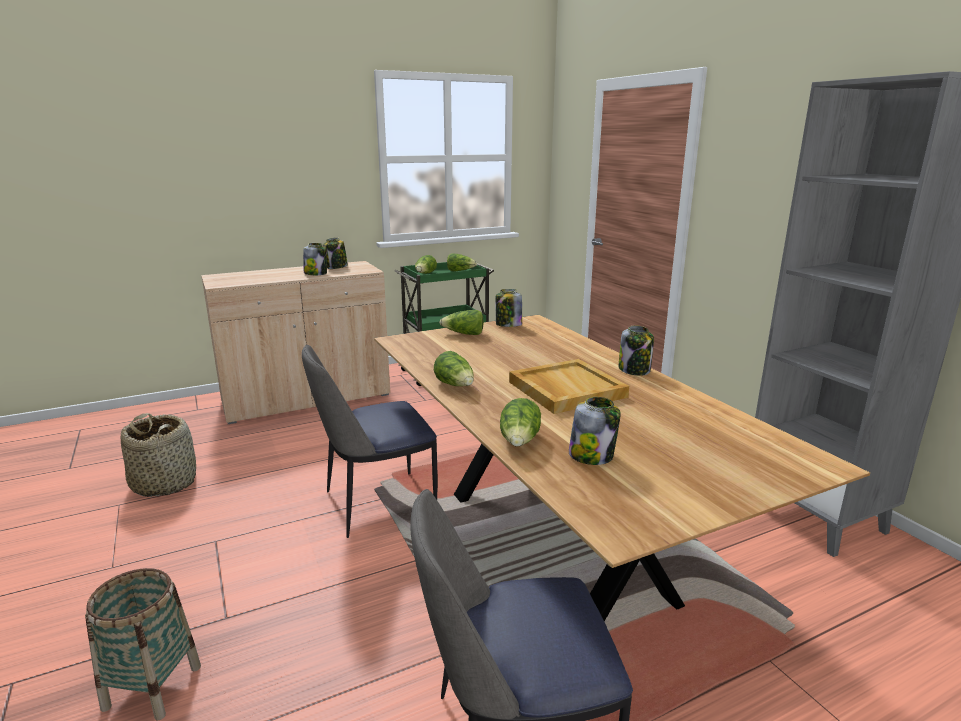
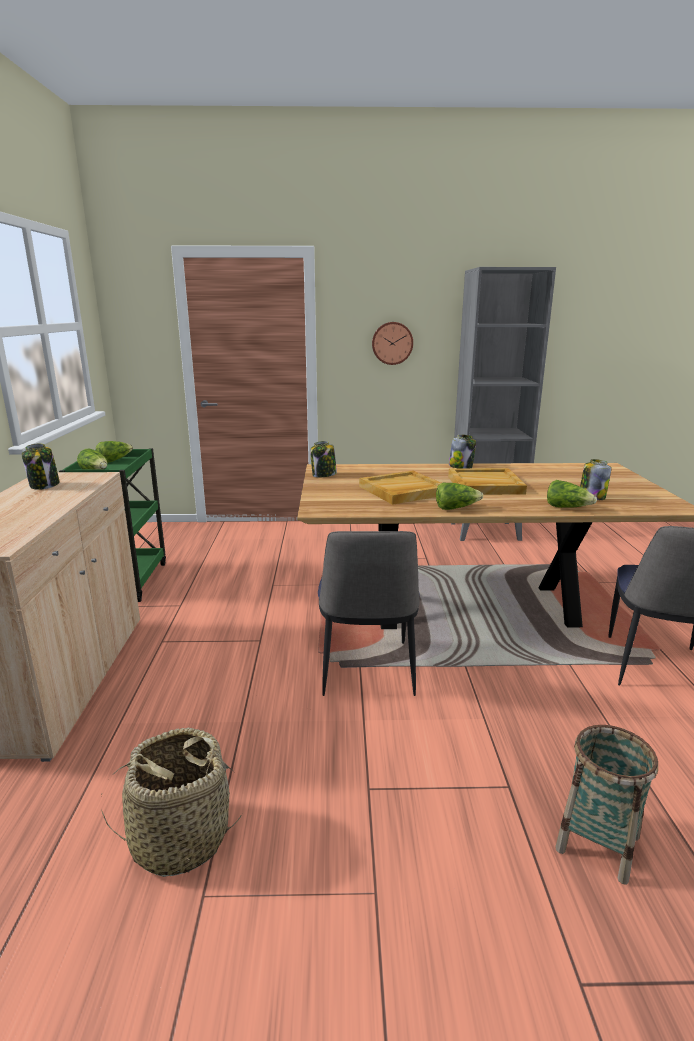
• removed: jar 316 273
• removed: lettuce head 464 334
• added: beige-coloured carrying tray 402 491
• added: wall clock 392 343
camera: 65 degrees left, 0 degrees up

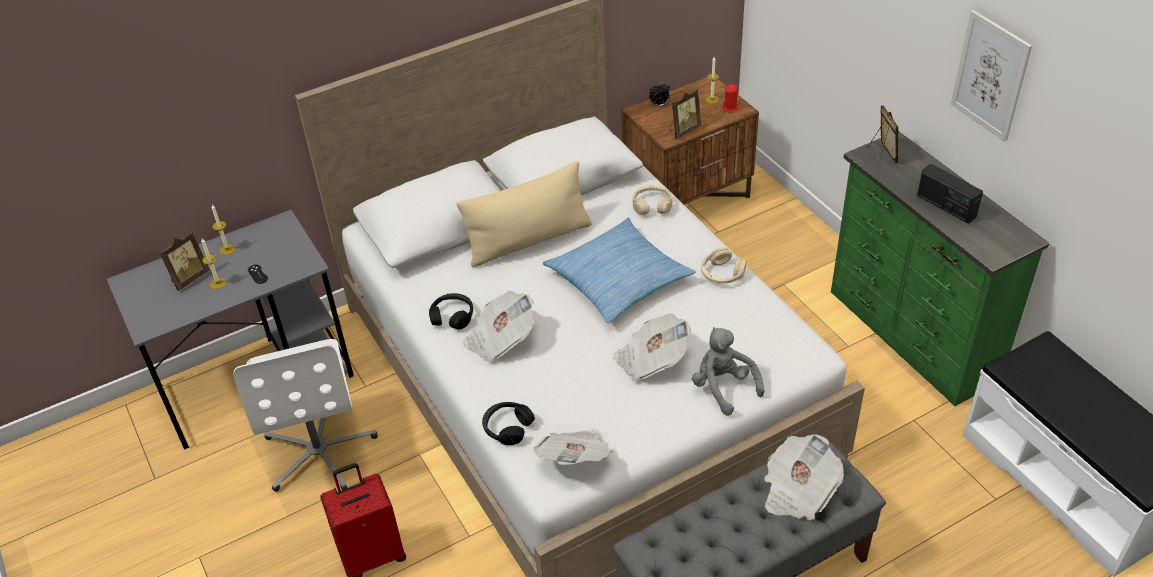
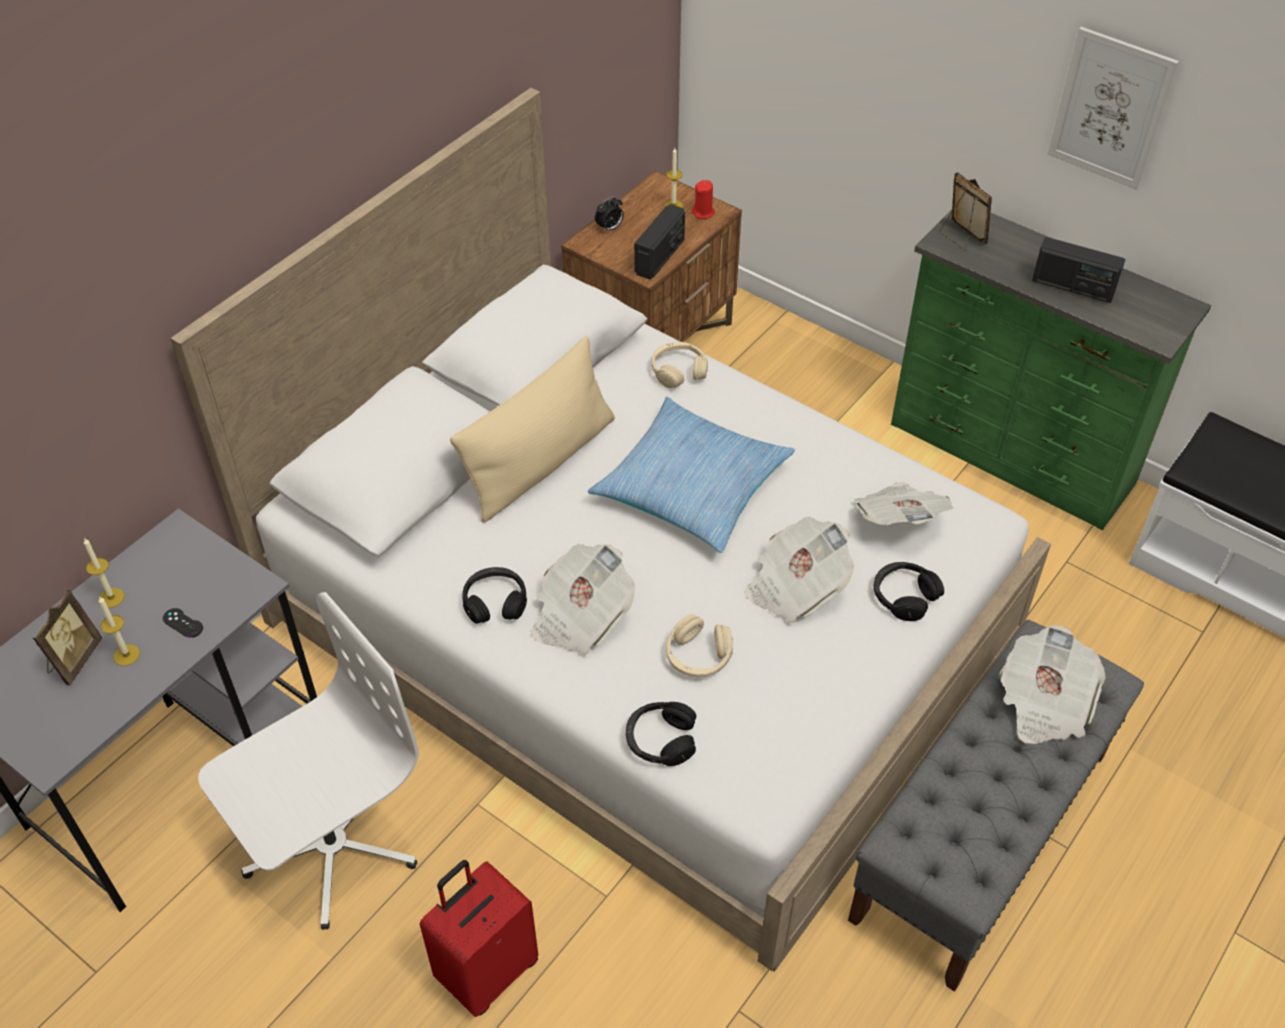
• moved: printed paper 575 459 to 899 520
• moved: beige-coloured pair of headphones 722 274 to 698 656
• replaced: photo frame 683 130 to radio receiver 660 257
• replaced: grey plush toy 723 387 to black-coloured pair of headphones 904 596
• turned: white office chair 319 451 = 331 846 90 degrees counterclockwise
camera: 25 degrees left, 5 degrees up

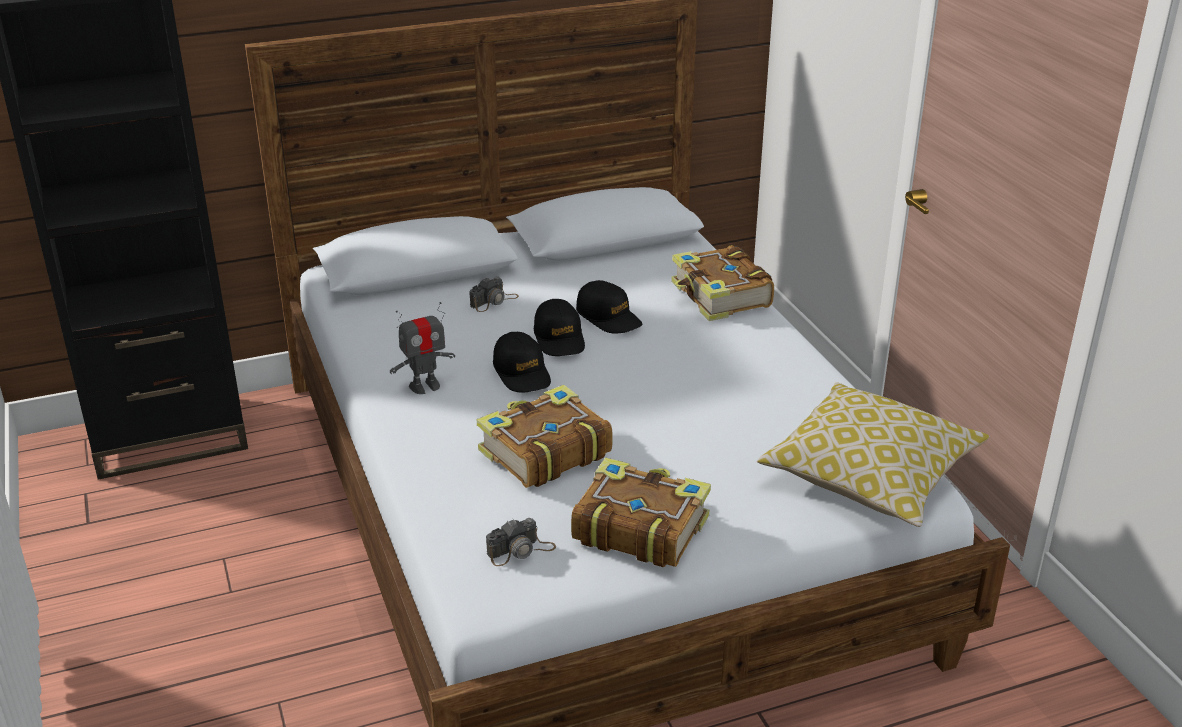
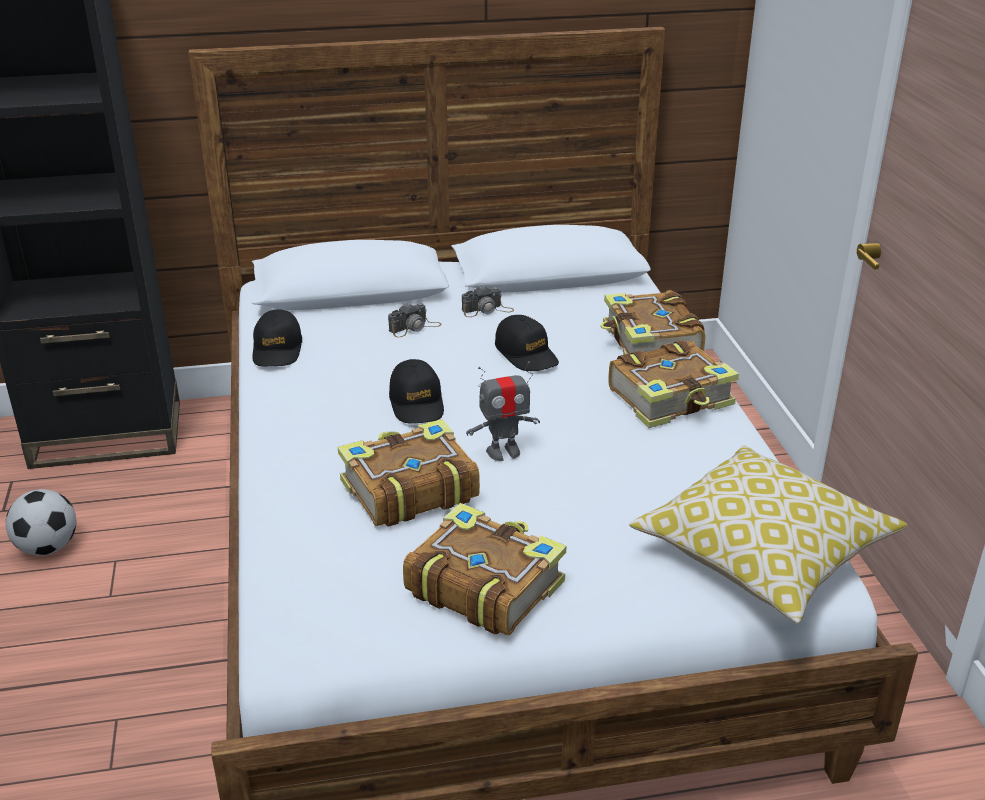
• added: football 48 547
• added: volume 672 398
• moved: toy robot 425 386 to 503 452
• moved: still camera 521 550 to 487 310
• moved: black-coloured cap 559 338 to 277 349
camera: 10 degrees right, 0 degrees up

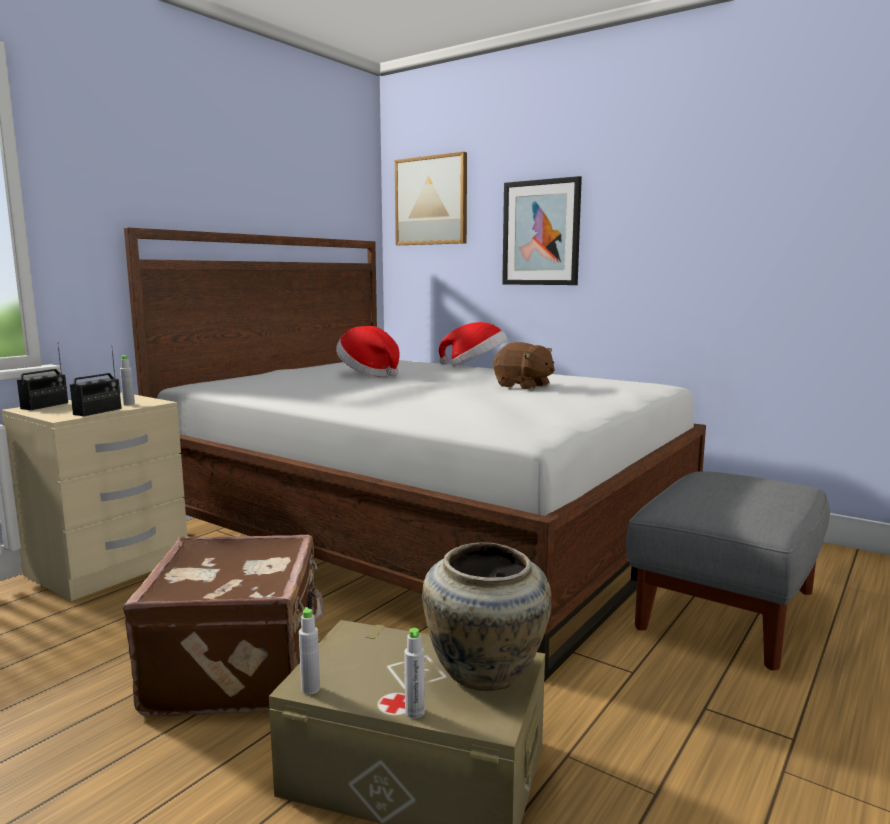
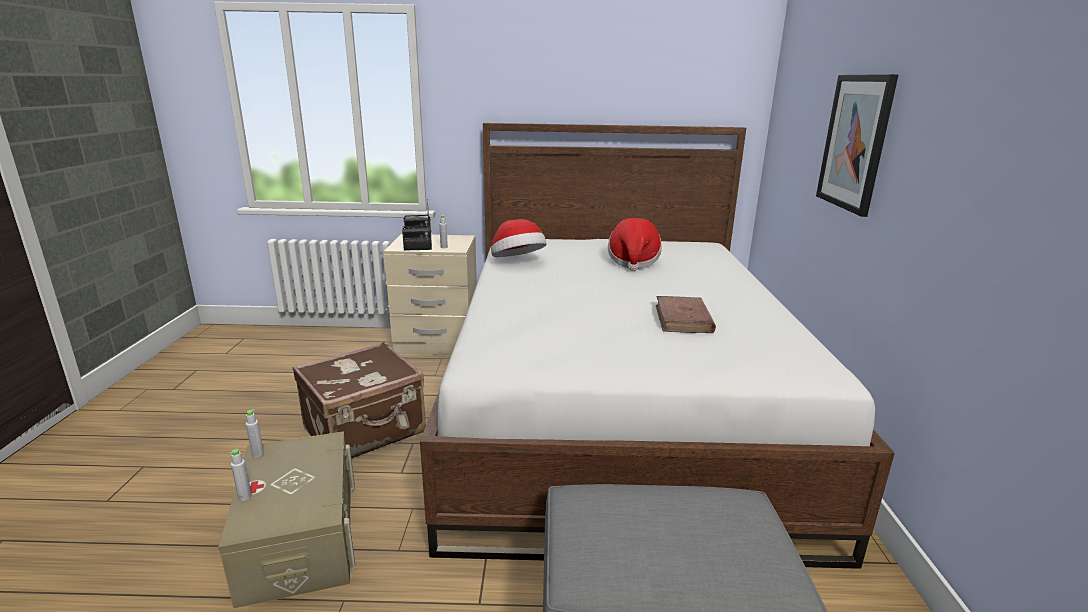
• removed: wall picture 431 201
• removed: beige-coloured flower vase 484 673
• moved: wearable hat 475 366 to 517 262
• replaced: brown plush toy 523 386 to brown volume 683 319
camera: 55 degrees right, 10 degrees up

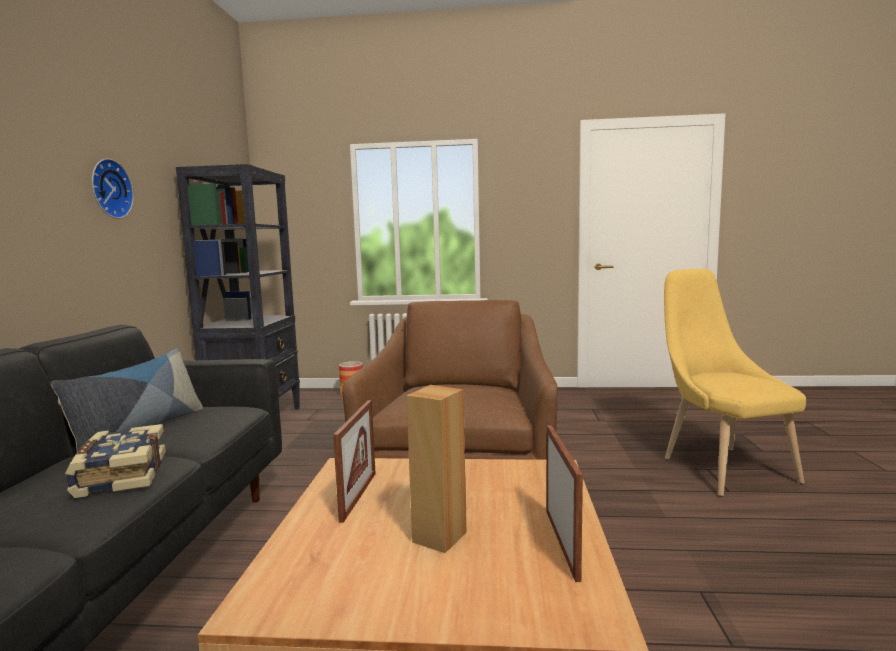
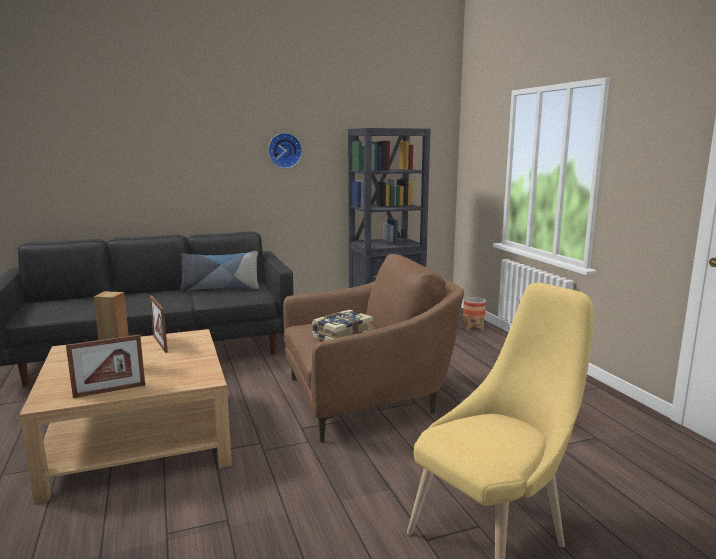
• moved: volume 119 475 to 341 335
• turned: photo frame 358 496 = 160 344 75 degrees clockwise
camera: 65 degrees right, 5 degrees up

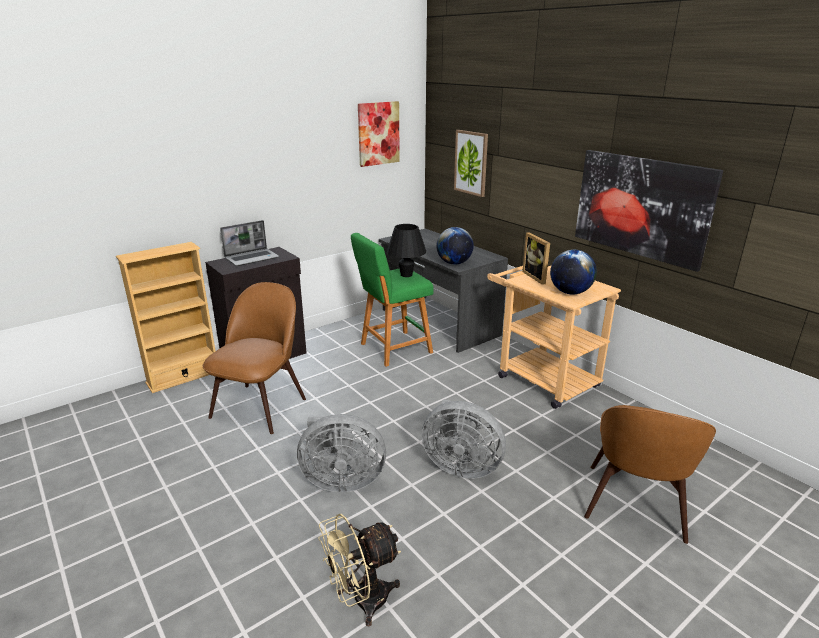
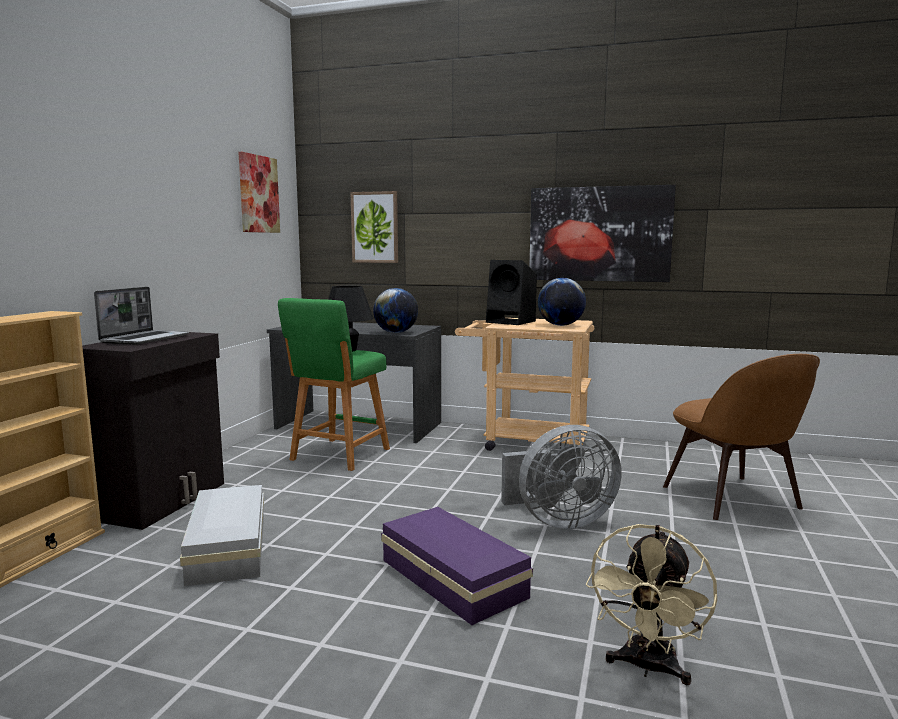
• replaced: brown chair 261 405 to white storage container 230 546
• replaced: grey fan 341 480 to purple-coloured storage container 452 576
• replaced: photo frame 537 277 to black-coloured loudspeaker 512 322
camera: 35 degrees left, 15 degrees down

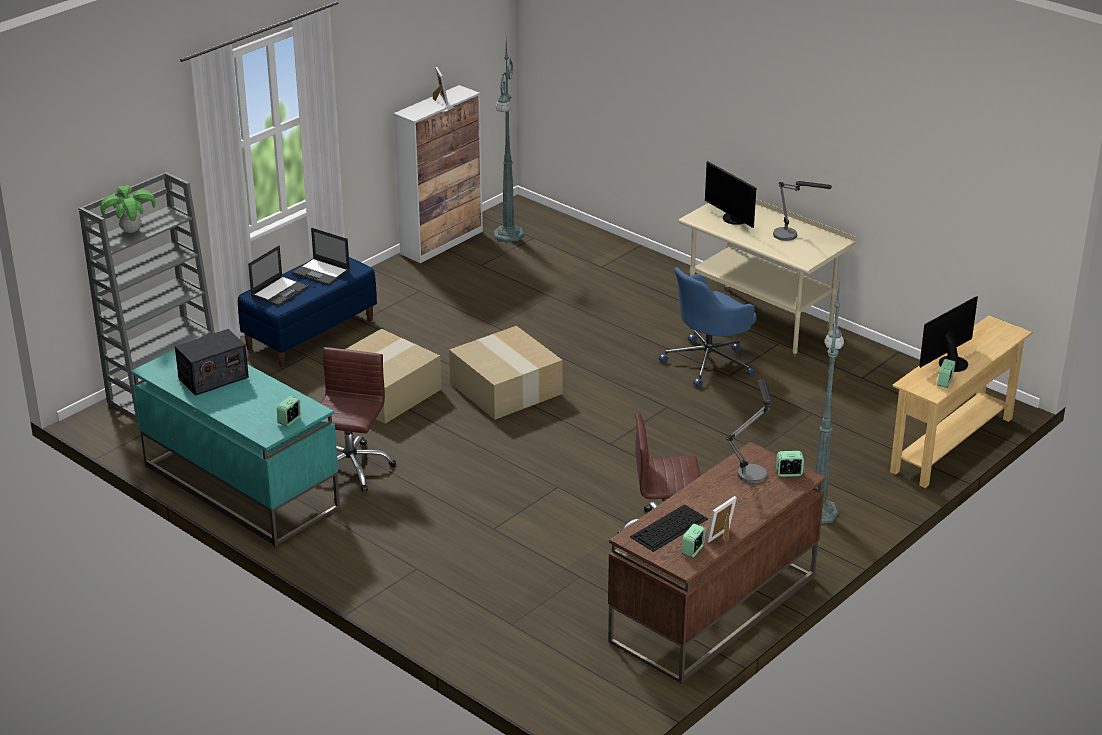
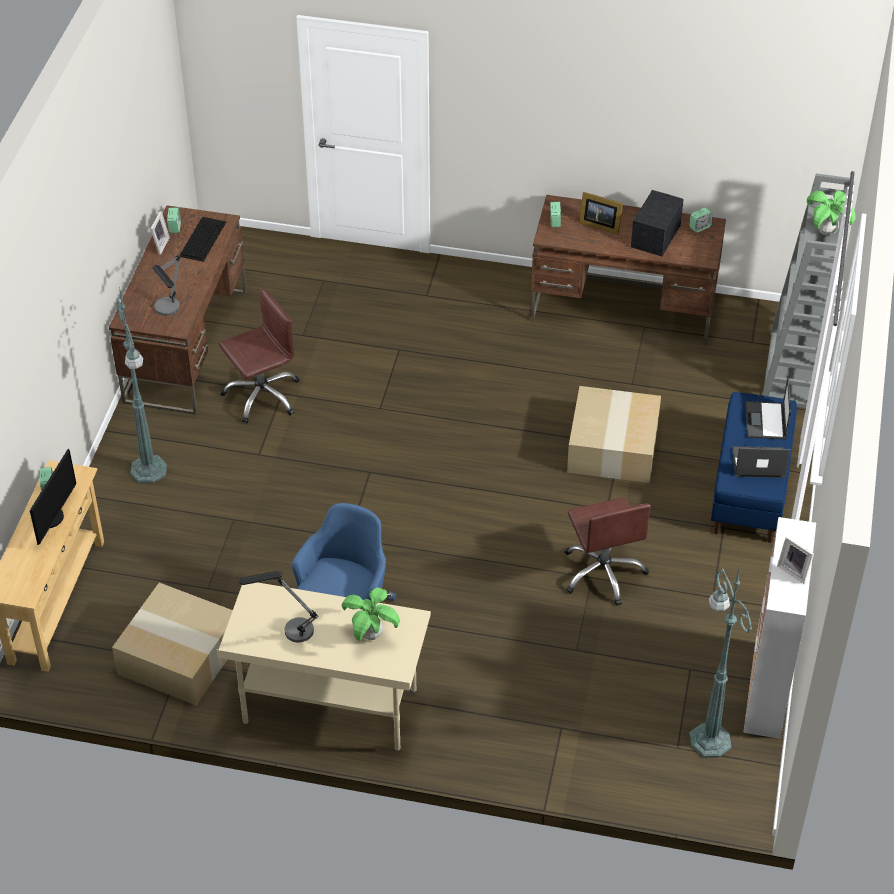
• added: photo frame 599 224
• moved: brown office chair 350 467 to 603 572
• moved: packing box 507 388 to 177 657
• moved: bedside clock 789 473 to 700 227
• replaced: computer screen 733 219 to plant in a pot 371 635
• recoloured: turquoise desk unit 240 487 to brown desk unit 624 308
camera: 150 degrees right, 15 degrees up

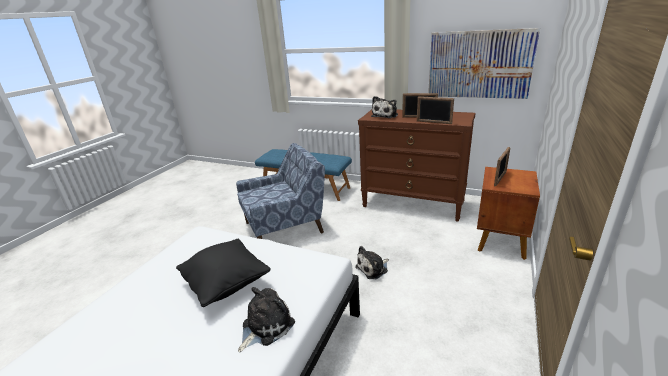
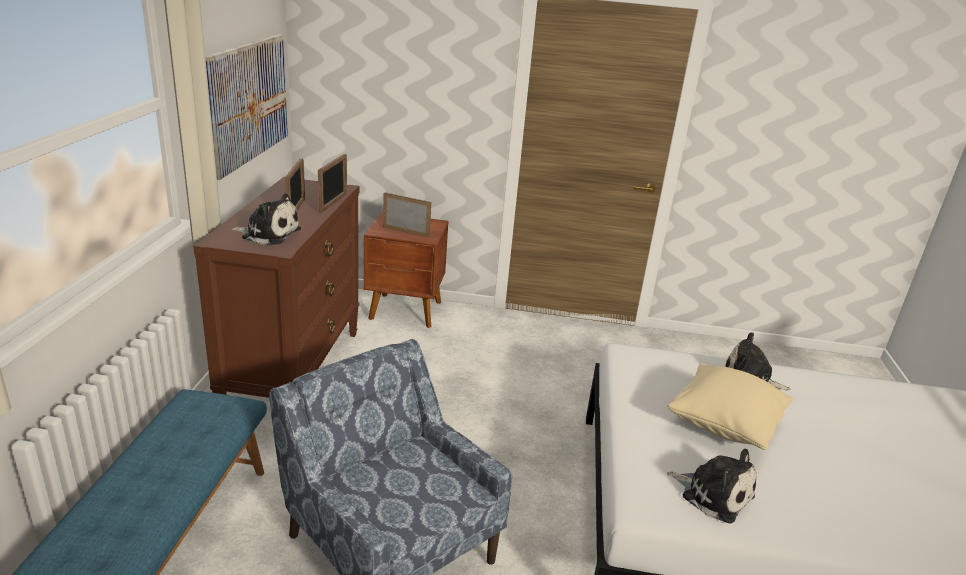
• moved: plush toy 373 268 to 713 494
• recoloured: black-coloured throw pillow 226 284 to beige-coloured throw pillow 724 425
camera: 110 degrees left, 0 degrees up

